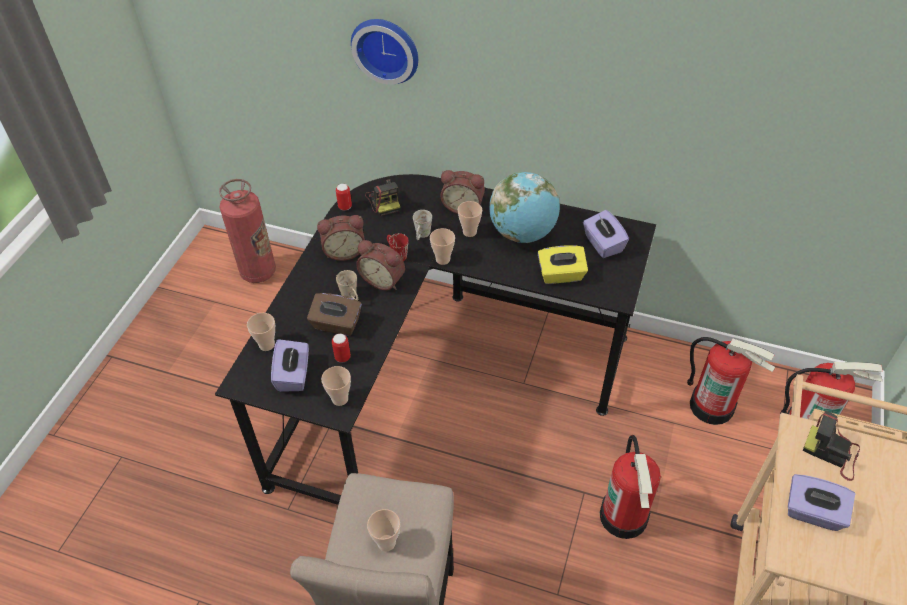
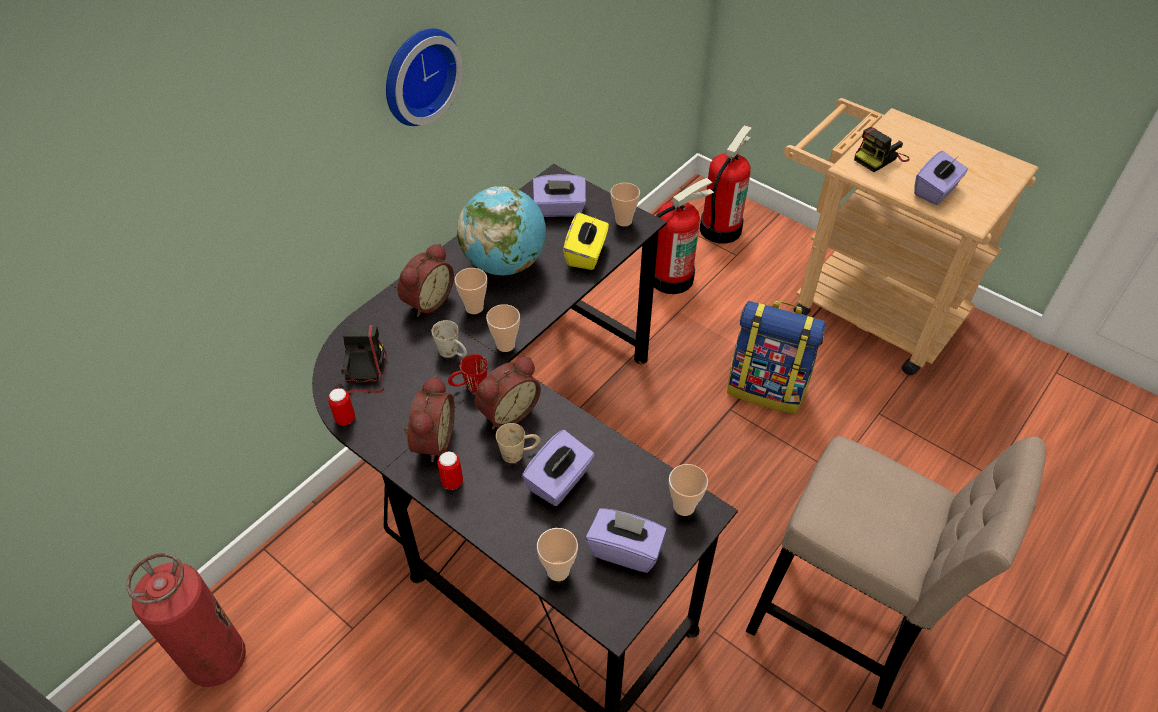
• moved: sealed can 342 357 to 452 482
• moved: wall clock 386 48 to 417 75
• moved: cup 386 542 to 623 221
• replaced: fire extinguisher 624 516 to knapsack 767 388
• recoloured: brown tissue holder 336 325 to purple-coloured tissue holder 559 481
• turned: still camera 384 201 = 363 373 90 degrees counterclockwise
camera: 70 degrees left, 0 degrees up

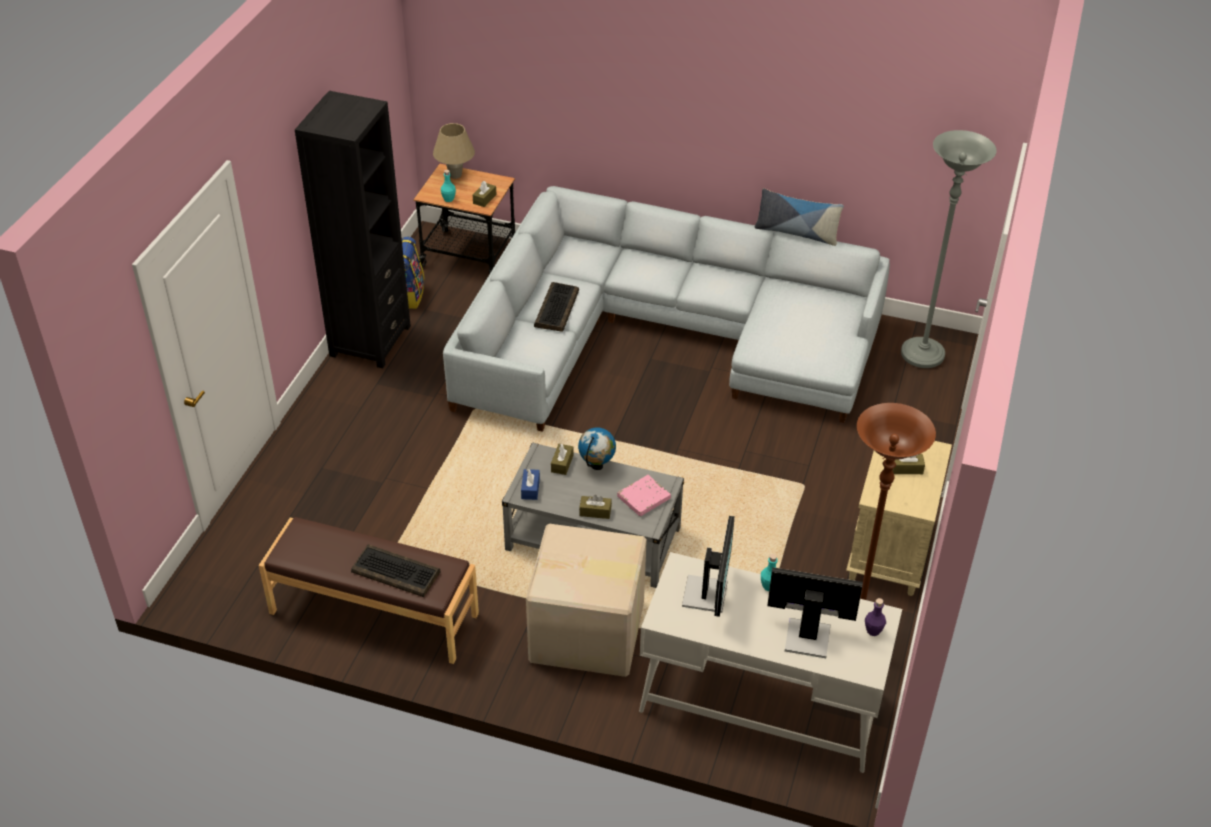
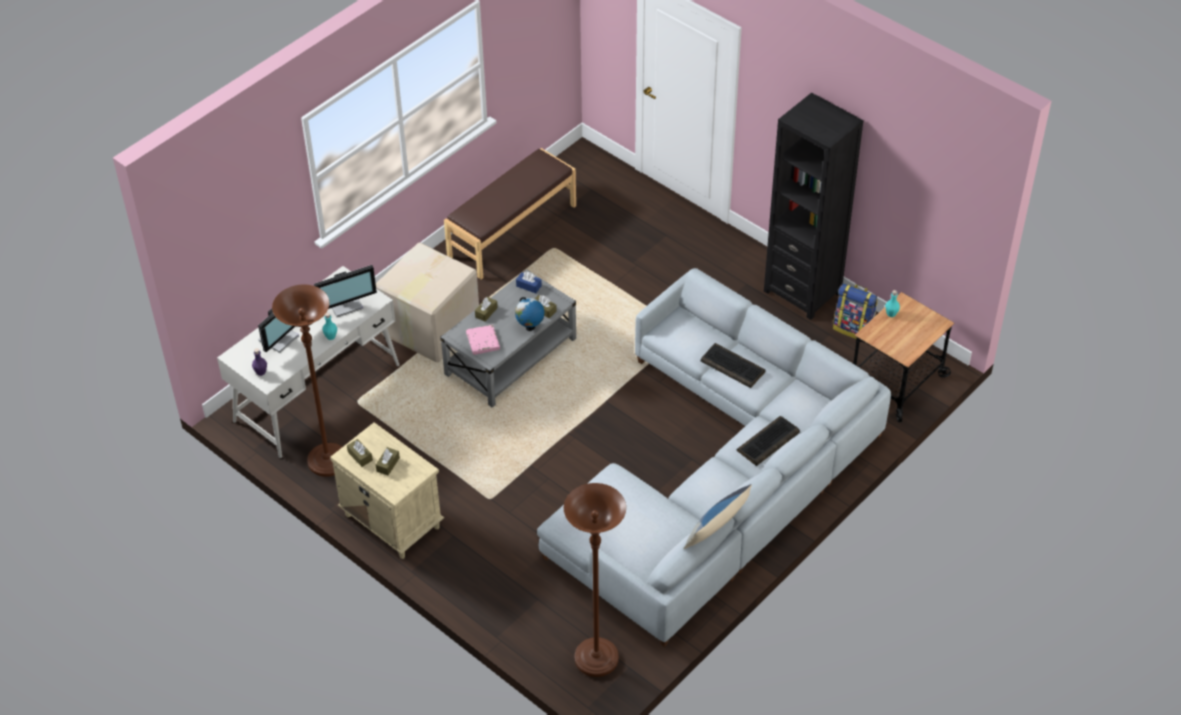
• removed: beige-coloured table lamp 455 175
• moved: computer keyboard 397 572 to 768 442
• moved: brown tissue holder 484 199 to 360 456
• recoloured: grey standard lamp 922 355 to brown standard lamp 596 659
• turned: computer screen 707 594 = 346 304 60 degrees counterclockwise
camera: 115 degrees right, 5 degrees up

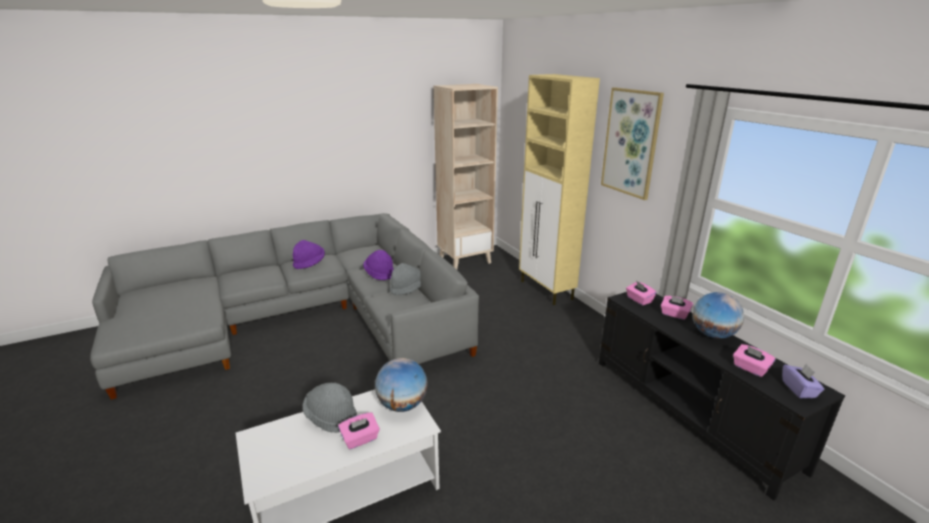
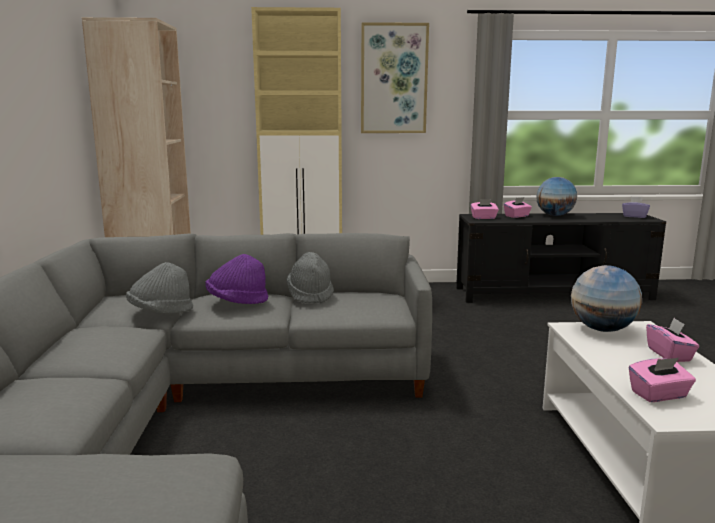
• removed: purple-coloured wearable hat 309 263
• moved: grey wearable hat 331 417 to 161 312
• moved: pink-coloured tissue holder 750 368 to 659 395
camera: 65 degrees left, 10 degrees down

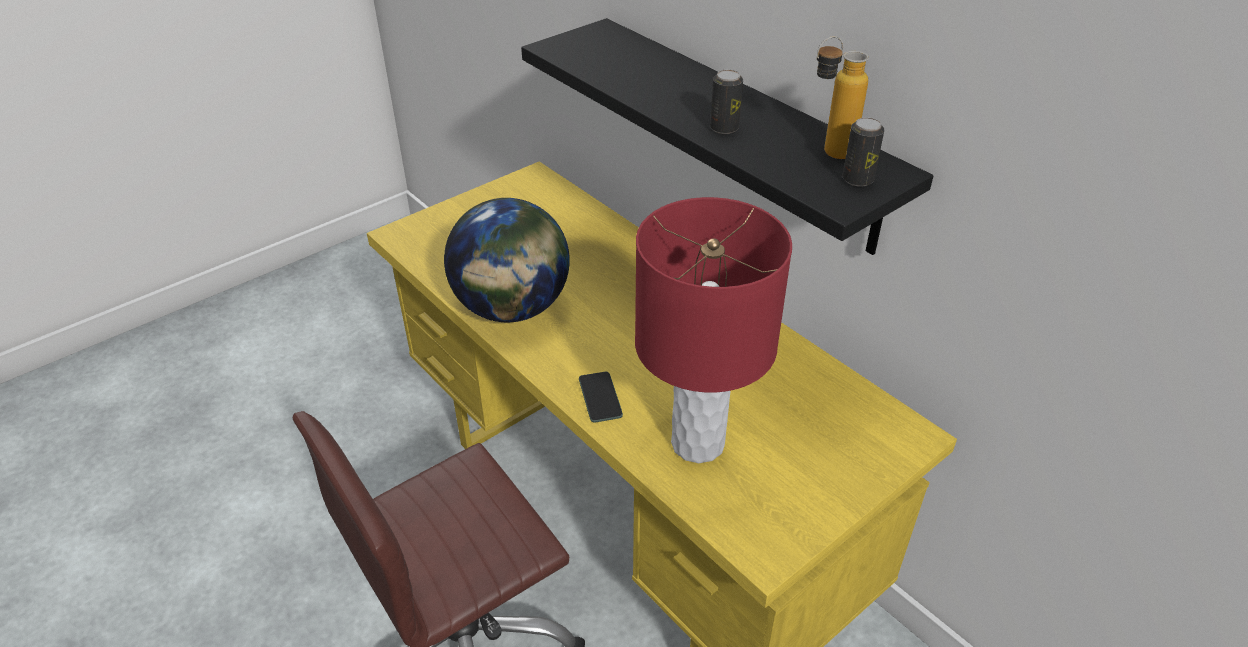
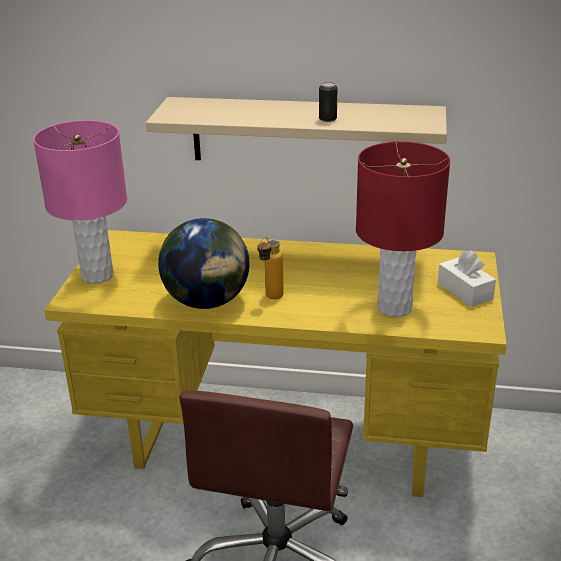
• removed: handset 600 397
• removed: sealed can 857 179
• added: pink-coloured table lamp 97 276
• added: white tissue holder 465 291
• moved: drink bottle 827 154 to 270 298
• recoloured: black-coloured bracket shelf 743 132 to beige-coloured bracket shelf 303 133
camera: 40 degrees left, 10 degrees down

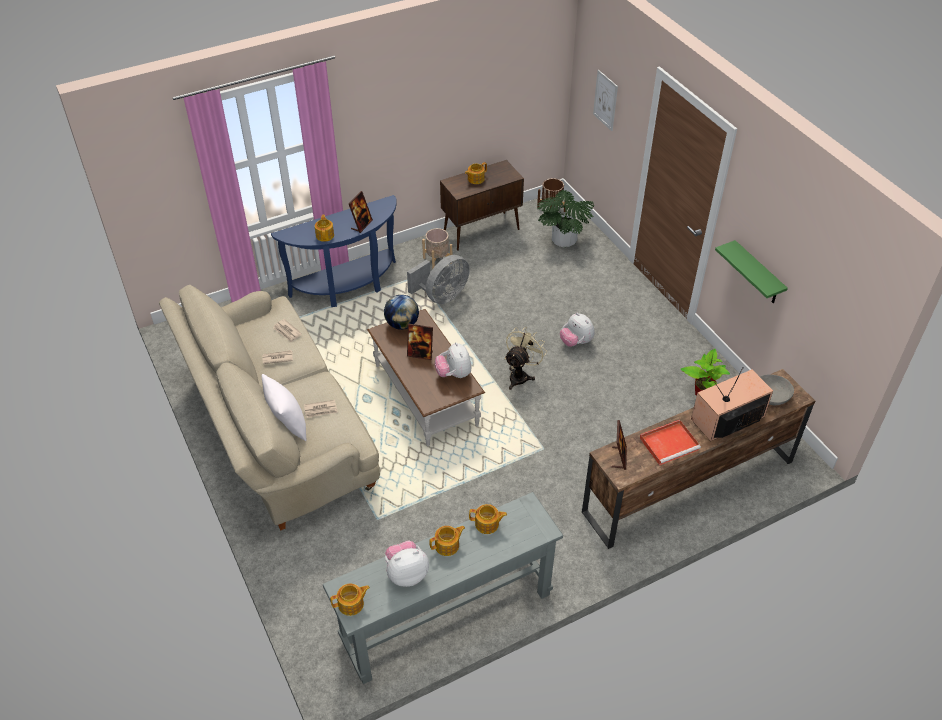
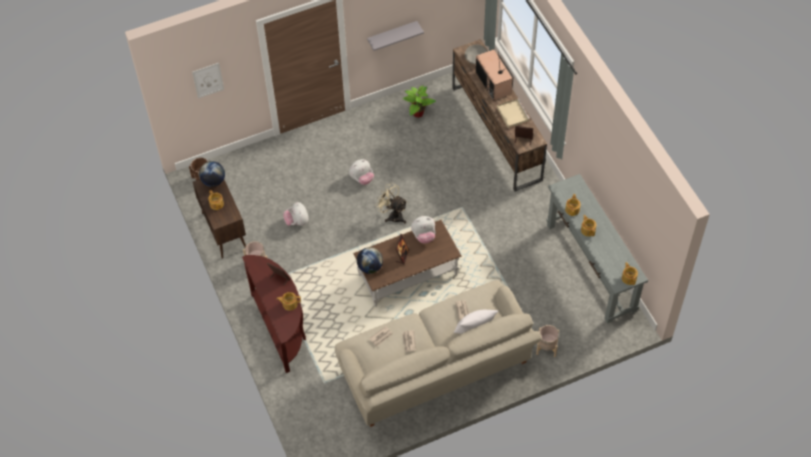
• removed: grey fan 442 296
• removed: plant in a pot 564 241
• added: desk globe 213 181
• added: beige-coloured plant pot 547 347
• moved: plush toy 406 574 to 297 221
• recoloured: bluish console table 348 287 to brown console table 282 328
• recoloured: red-coloured carrying tray 670 443 to beige-coloured carrying tray 512 114
• recoloured: green bracket shelf 757 274 to grey bracket shelf 392 35
camera: 85 degrees left, 10 degrees up

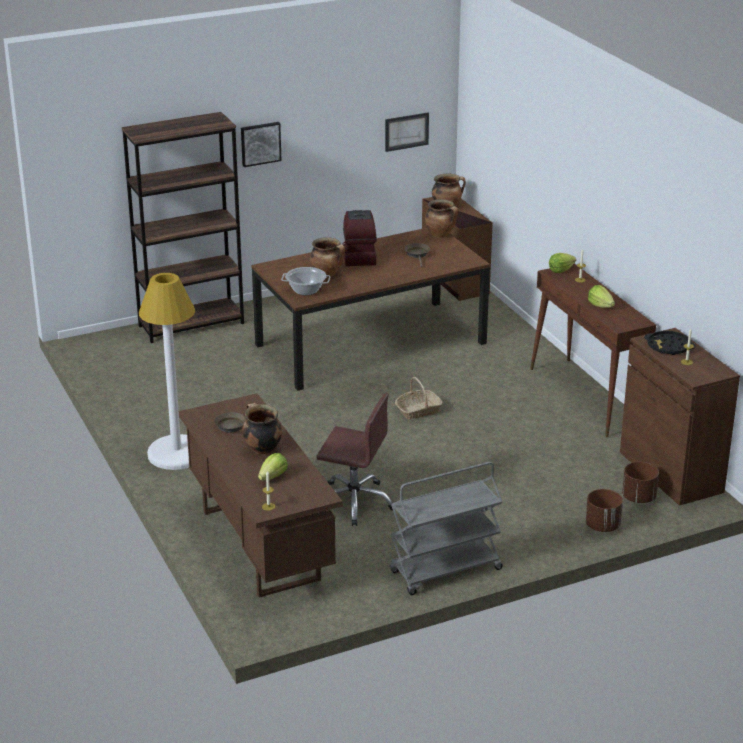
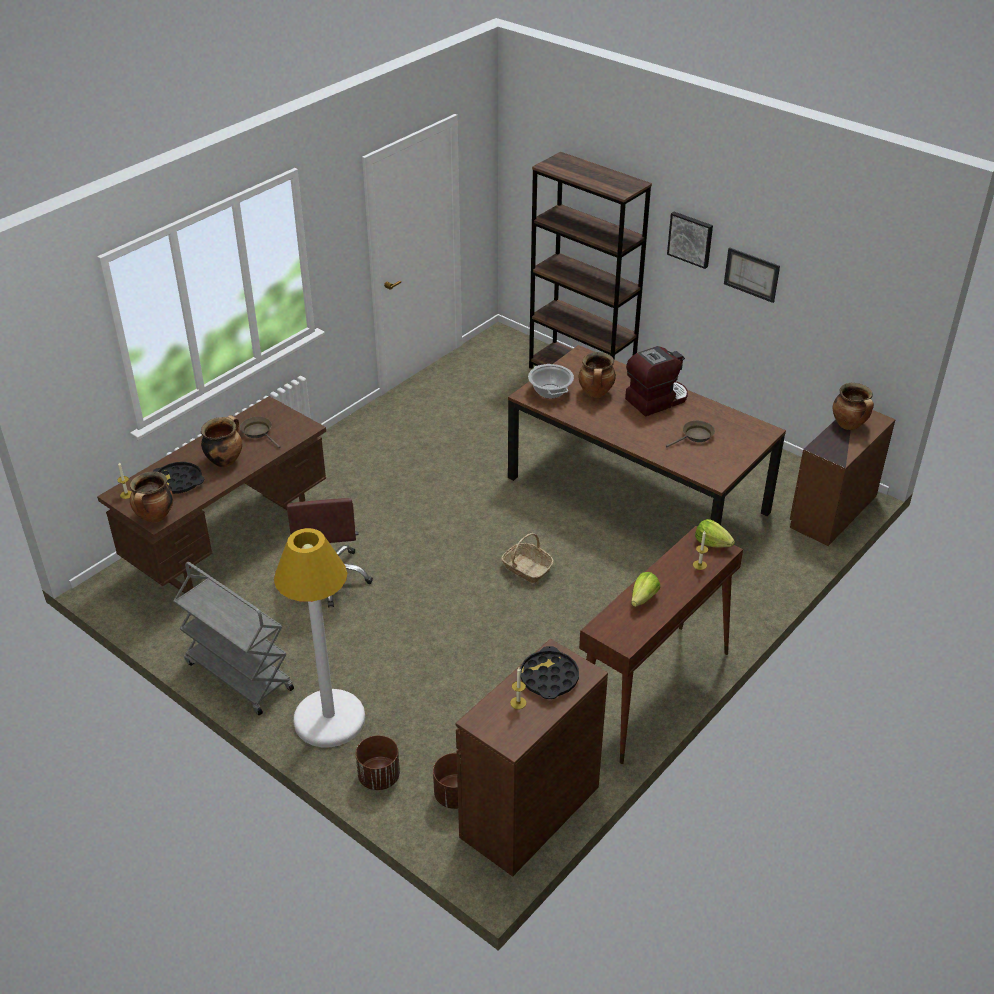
• moved: white standard lamp 176 453 to 329 719
• moved: wall picture 406 131 to 751 274
• moved: saucepot 441 234 to 155 517
• replaced: lettuce head 273 477 to black-coloured carrying tray 178 482
camera: 65 degrees right, 10 degrees up

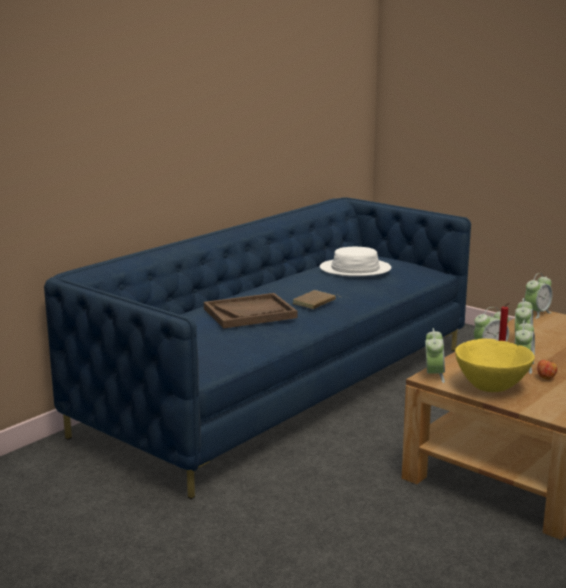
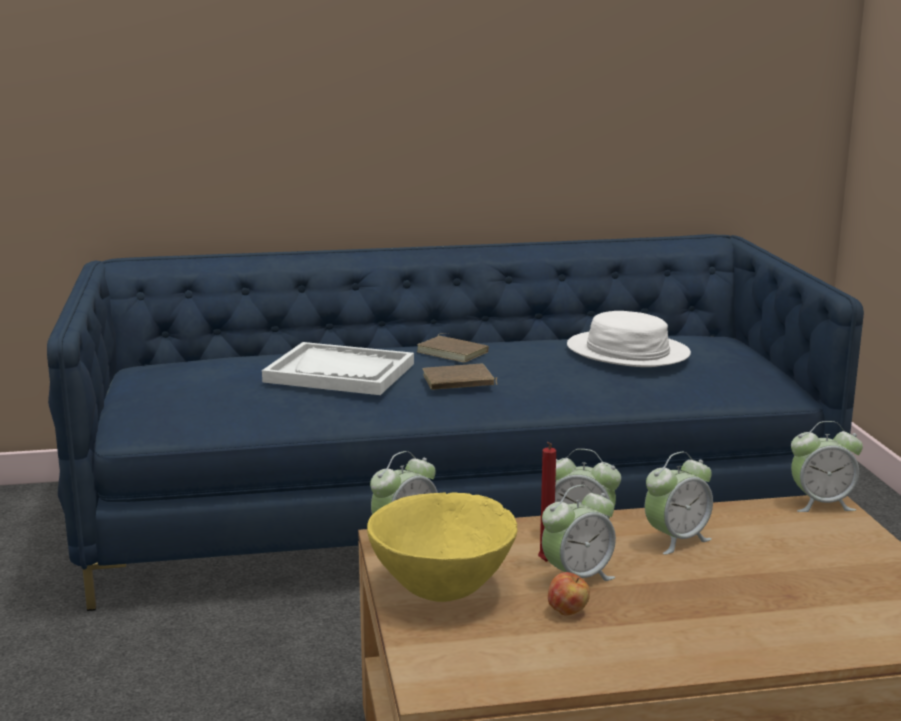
• added: brown volume 454 352
• recoloured: brown carrying tray 250 313 to white carrying tray 340 373
camera: 40 degrees right, 0 degrees up

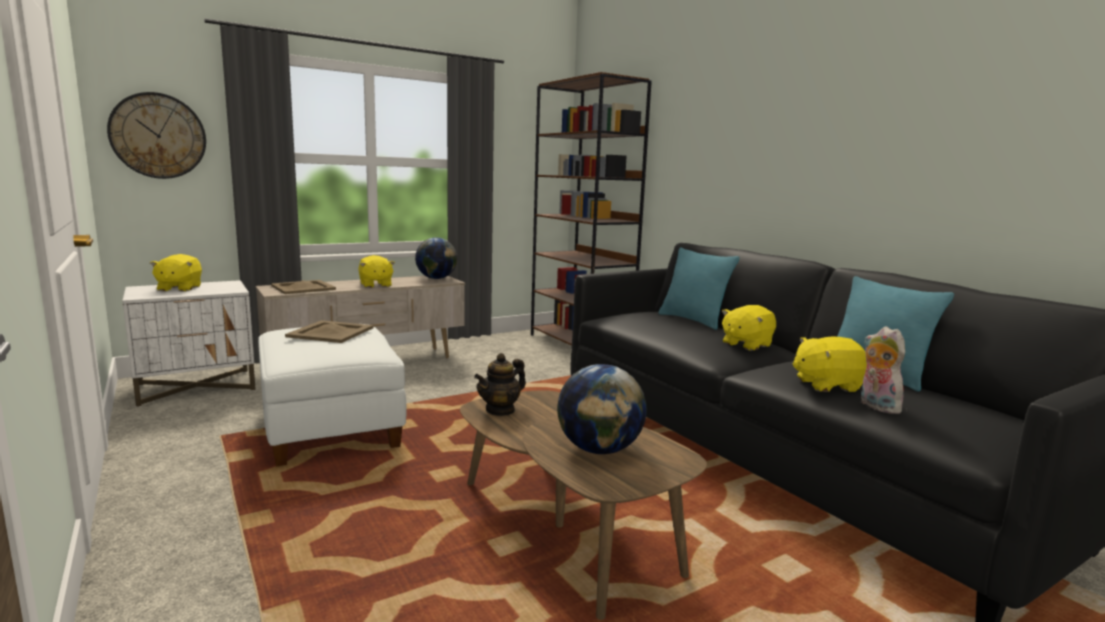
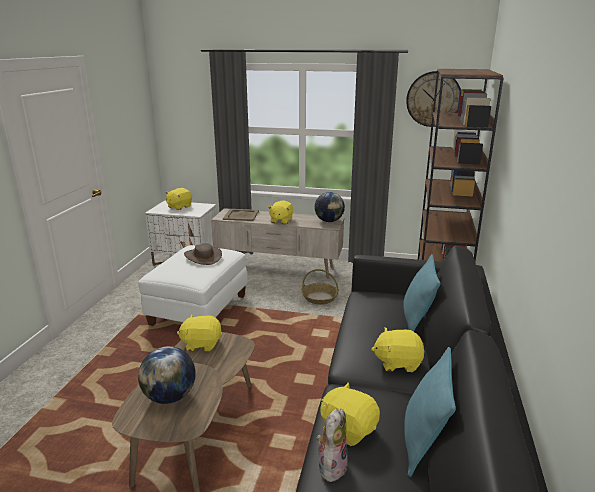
• added: storage basket 320 298
• moved: wall clock 158 136 to 433 99
• replaced: beige-coloured carrying tray 331 332 to brown wearable hat 203 256
• replaced: tea pot 500 410 to yellow plush toy 201 344
camera: 45 degrees right, 10 degrees up

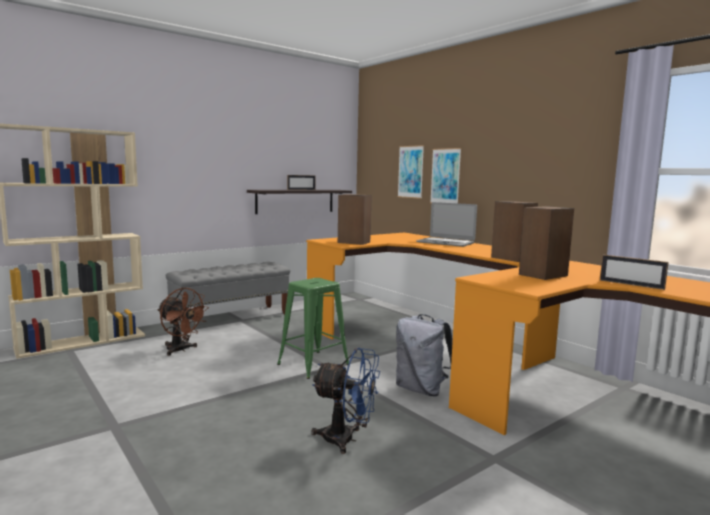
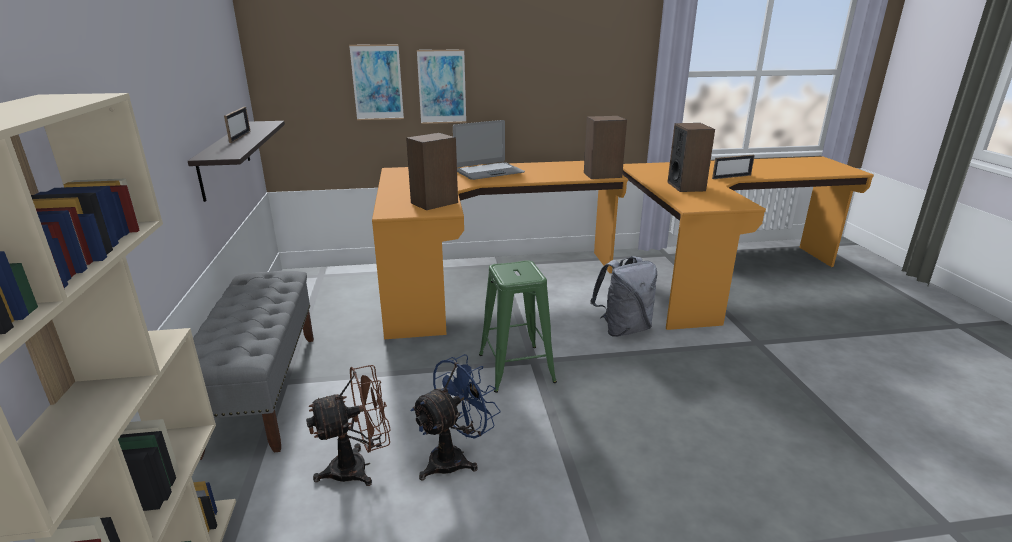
• moved: bluish fan 346 440 to 455 458
camera: 60 degrees left, 15 degrees up

